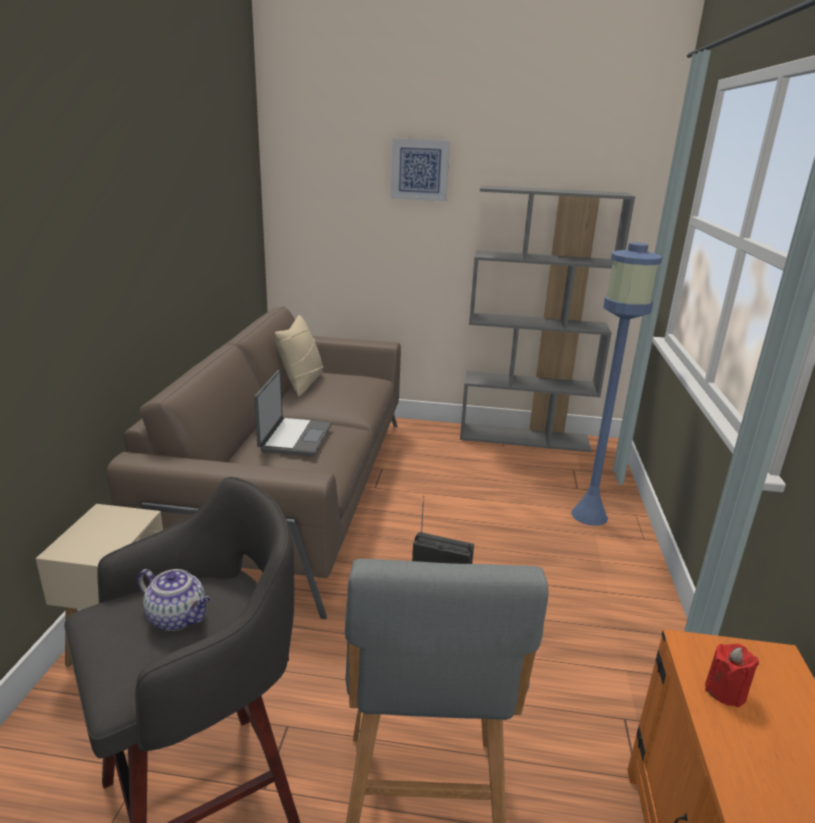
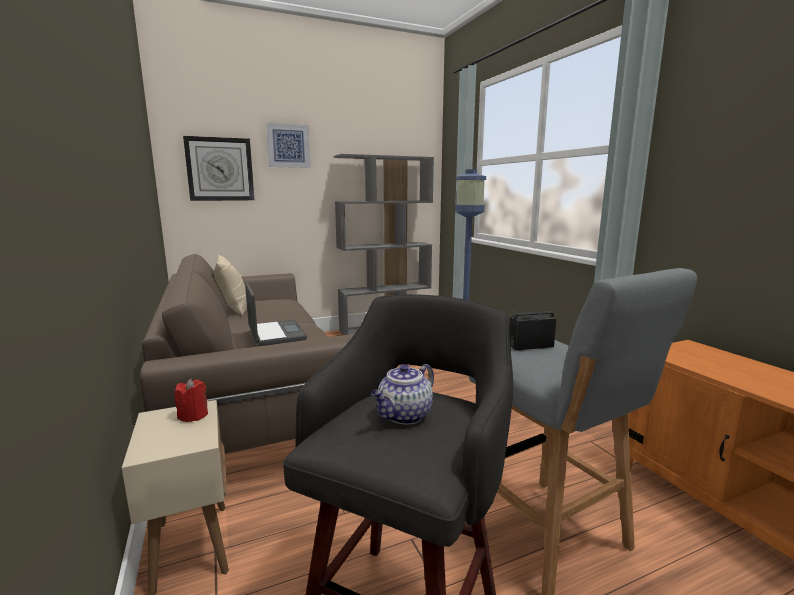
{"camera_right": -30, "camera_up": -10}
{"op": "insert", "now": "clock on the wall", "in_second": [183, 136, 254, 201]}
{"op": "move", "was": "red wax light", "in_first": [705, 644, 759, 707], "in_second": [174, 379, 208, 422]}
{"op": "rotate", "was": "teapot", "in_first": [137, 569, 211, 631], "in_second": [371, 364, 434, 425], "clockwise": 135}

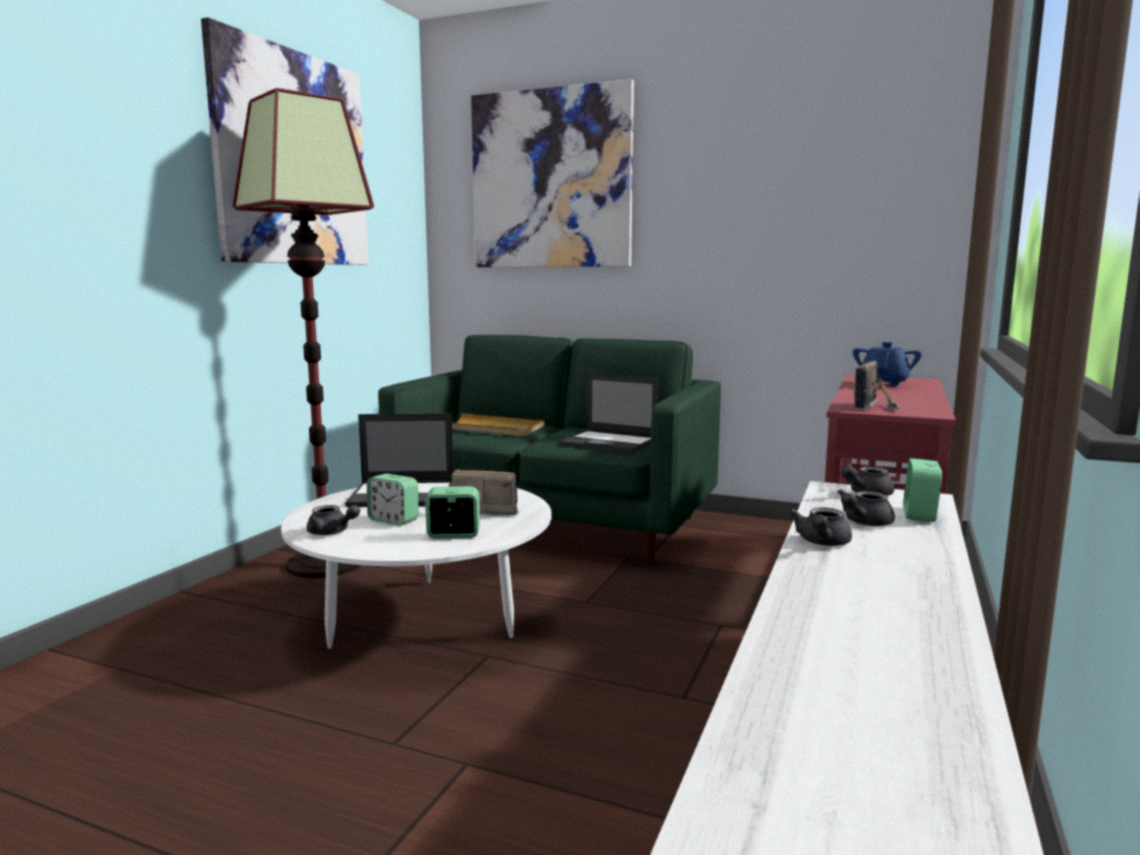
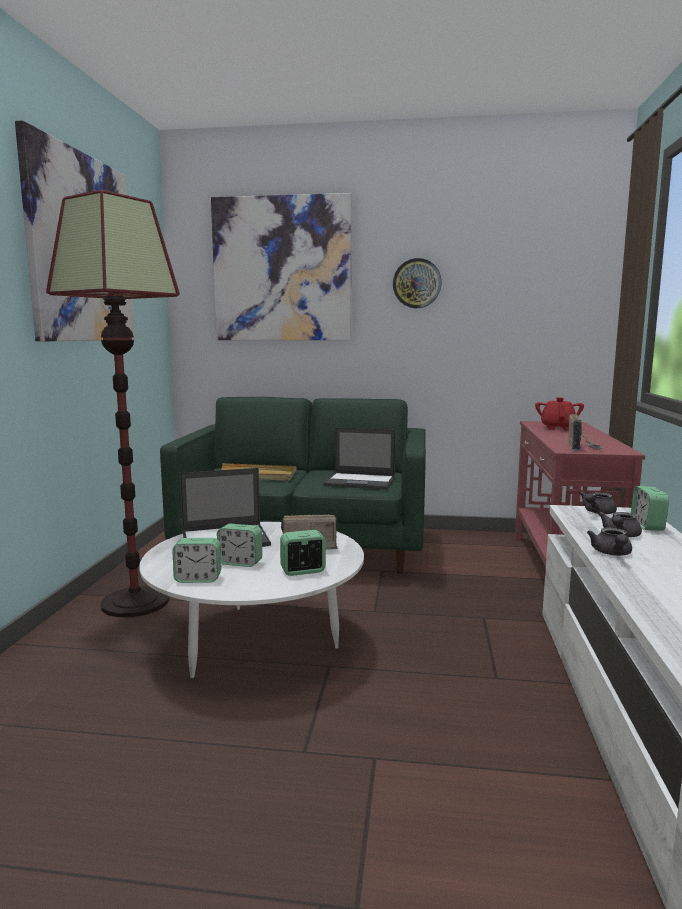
{"camera_right": -15, "camera_up": 0}
{"op": "insert", "now": "clock on the wall", "in_second": [393, 258, 442, 308]}
{"op": "replace", "was": "grey teapot", "now": "table clock", "in_first": [307, 505, 360, 535], "in_second": [172, 538, 221, 583]}
{"op": "recolor", "was": "blue teapot", "now": "red teapot", "in_first": [853, 342, 922, 387], "in_second": [535, 397, 584, 430]}

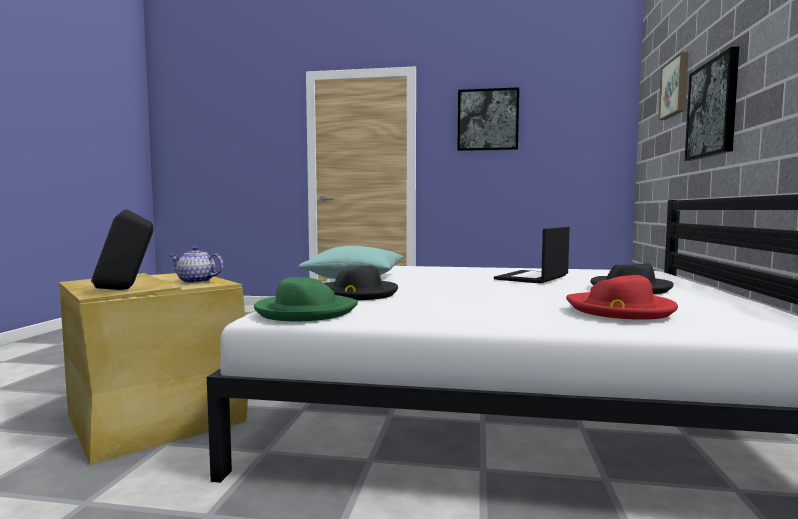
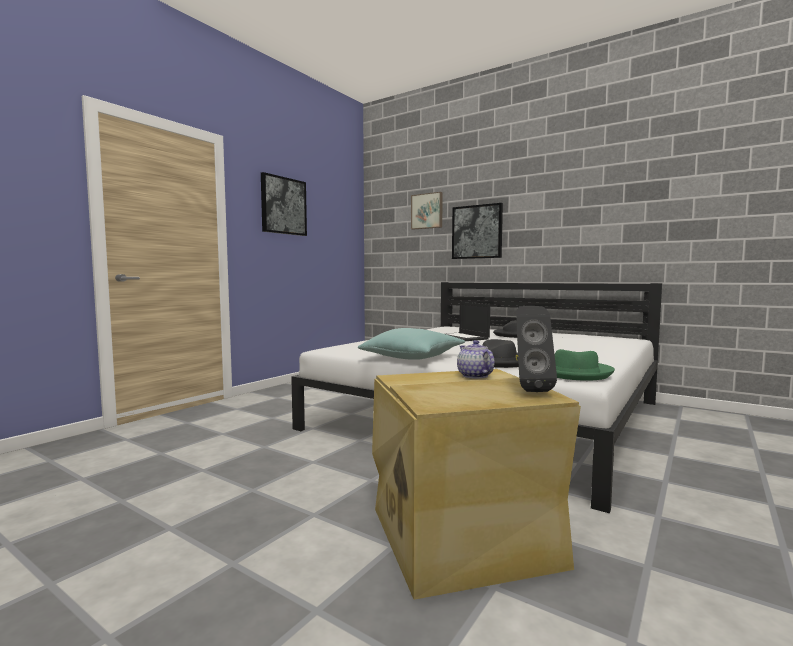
{"camera_right": -65, "camera_up": 0}
{"op": "delete", "was": "red clothing hat", "in_first": [566, 275, 678, 320]}
{"op": "rotate", "was": "teapot", "in_first": [169, 247, 223, 283], "in_second": [457, 340, 495, 379], "clockwise": 120}

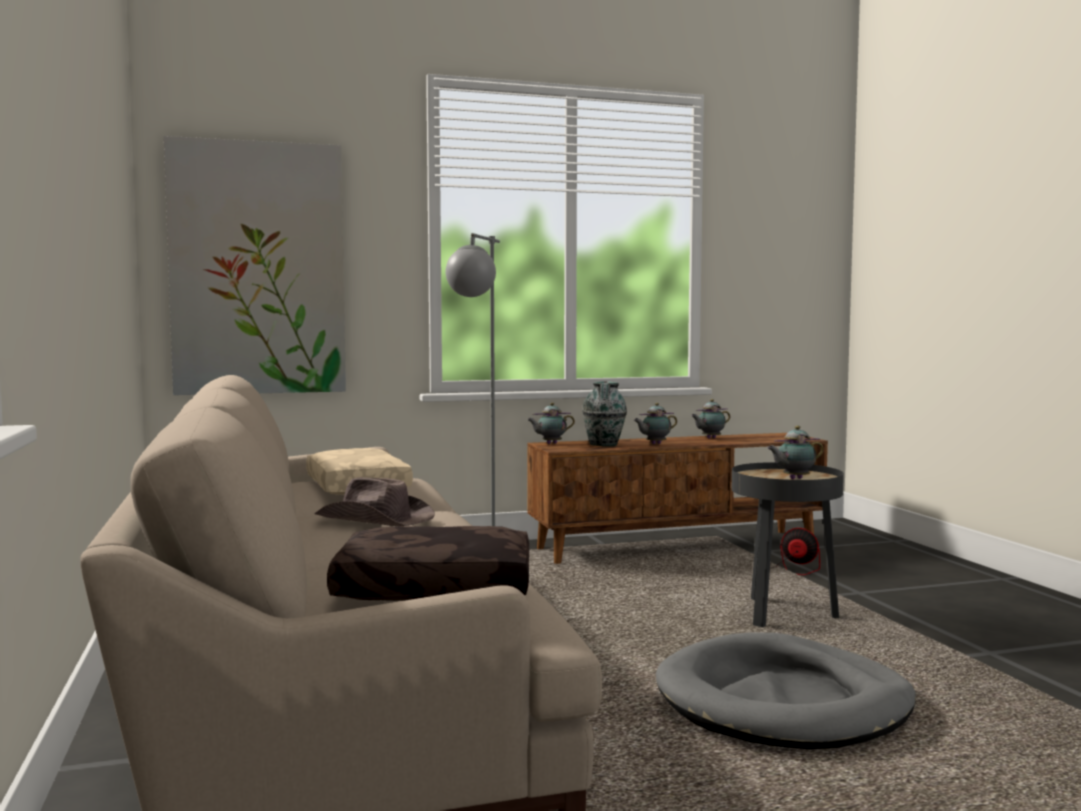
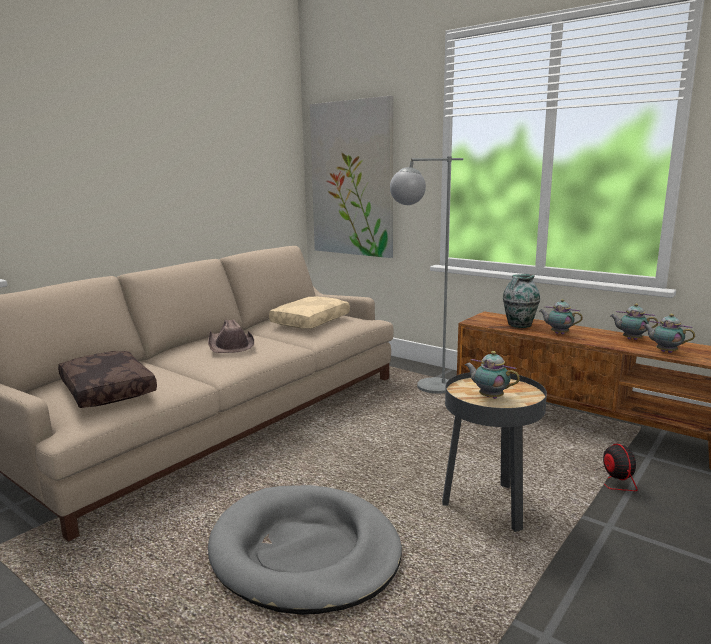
{"camera_right": 55, "camera_up": 10}
{"op": "move", "was": "teapot", "in_first": [527, 403, 575, 444], "in_second": [643, 314, 695, 353]}

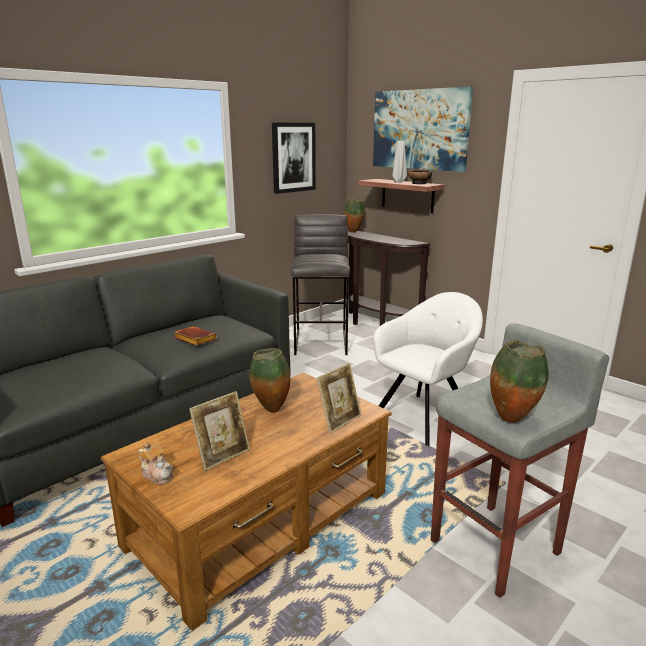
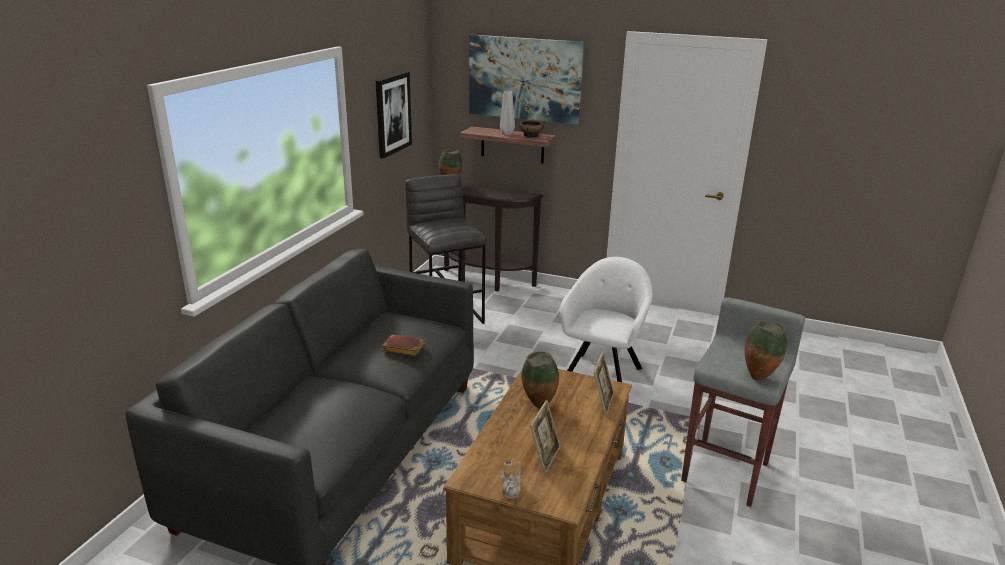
{"camera_right": -25, "camera_up": 5}
{"op": "rotate", "was": "teapot", "in_first": [138, 441, 174, 485], "in_second": [502, 457, 523, 499], "clockwise": 75}

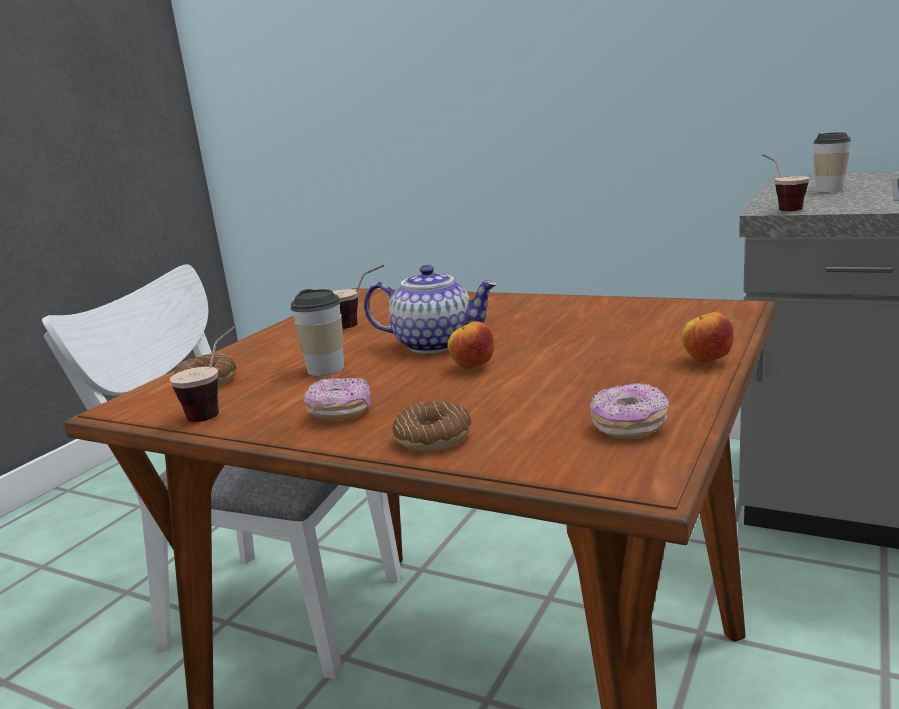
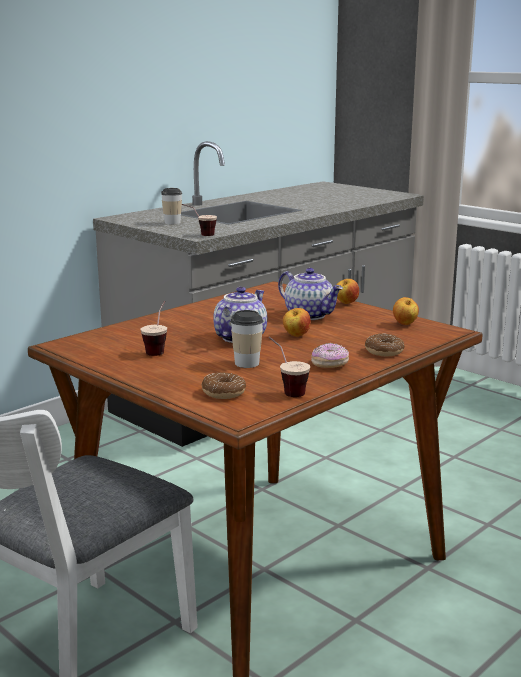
{"camera_right": -75, "camera_up": 0}
{"op": "insert", "now": "teapot", "in_second": [278, 268, 343, 320]}
{"op": "replace", "was": "doughnut", "now": "apple", "in_first": [590, 383, 669, 439], "in_second": [393, 297, 419, 325]}

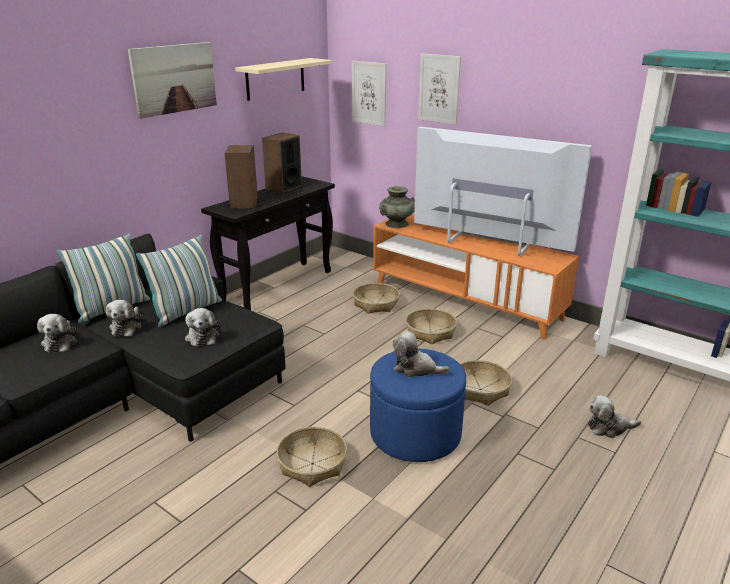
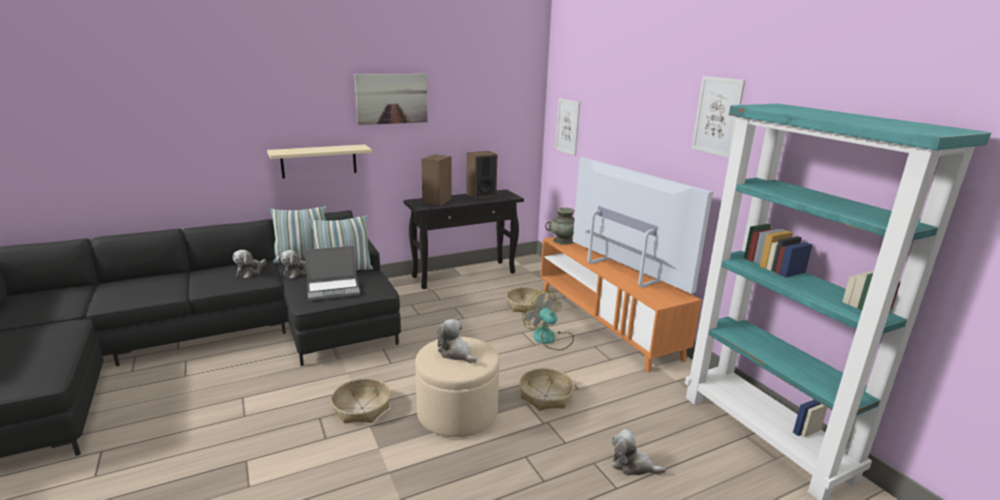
{"camera_right": 25, "camera_up": -5}
{"op": "move", "was": "beige bracket shelf", "in_first": [235, 58, 332, 101], "in_second": [267, 144, 372, 178]}
{"op": "move", "was": "wall art", "in_first": [418, 53, 461, 125], "in_second": [691, 76, 745, 158]}
{"op": "replace", "was": "soft toy", "now": "notebook computer", "in_first": [185, 308, 221, 347], "in_second": [304, 246, 360, 301]}
{"op": "replace", "was": "storage basket", "now": "cooling fan", "in_first": [406, 308, 457, 344], "in_second": [522, 291, 574, 350]}
{"op": "recolor", "was": "blue ottoman", "now": "beige ottoman", "in_first": [370, 348, 466, 462], "in_second": [415, 337, 499, 437]}

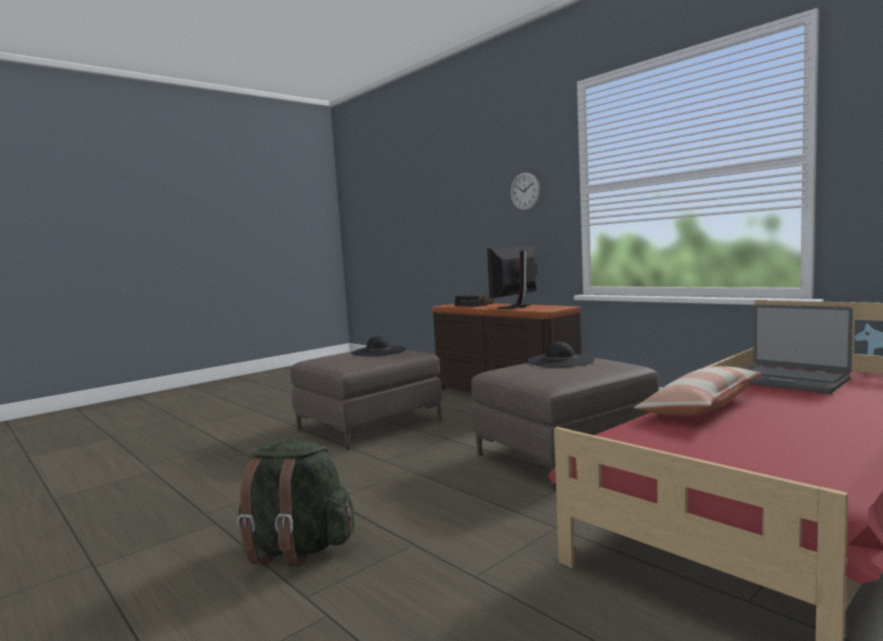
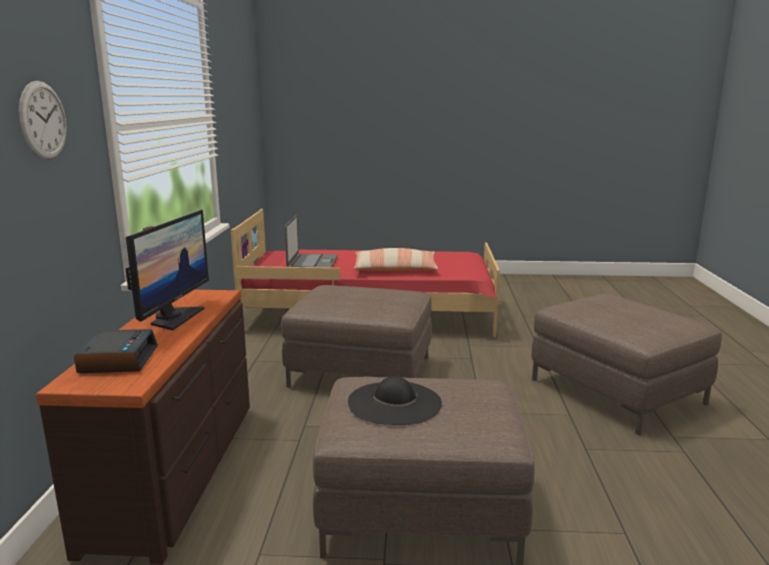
{"camera_right": -135, "camera_up": 10}
{"op": "delete", "was": "black clothing hat", "in_first": [527, 342, 595, 368]}
{"op": "replace", "was": "green-coloured backpack", "now": "brownish ottoman", "in_first": [237, 440, 355, 566], "in_second": [531, 294, 722, 435]}
{"op": "rotate", "was": "computer display", "in_first": [487, 246, 538, 309], "in_second": [126, 210, 209, 330], "clockwise": -75}

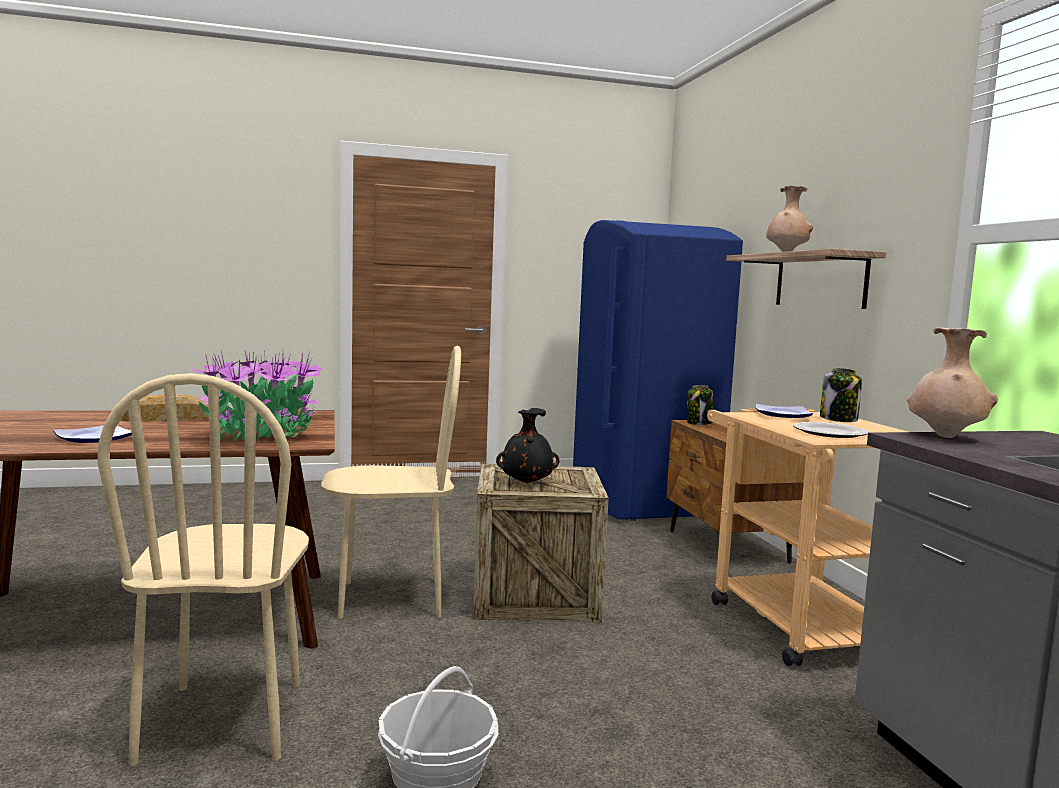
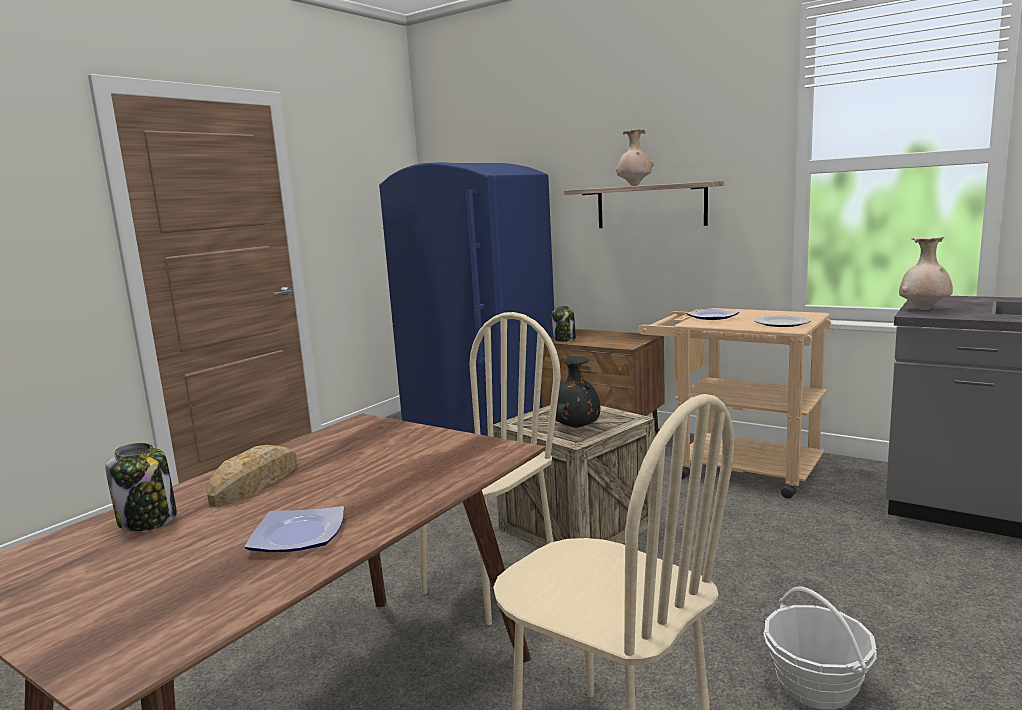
{"camera_right": -40, "camera_up": 5}
{"op": "delete", "was": "potted plant", "in_first": [191, 350, 322, 443]}
{"op": "move", "was": "jar", "in_first": [820, 368, 862, 422], "in_second": [105, 442, 177, 531]}

